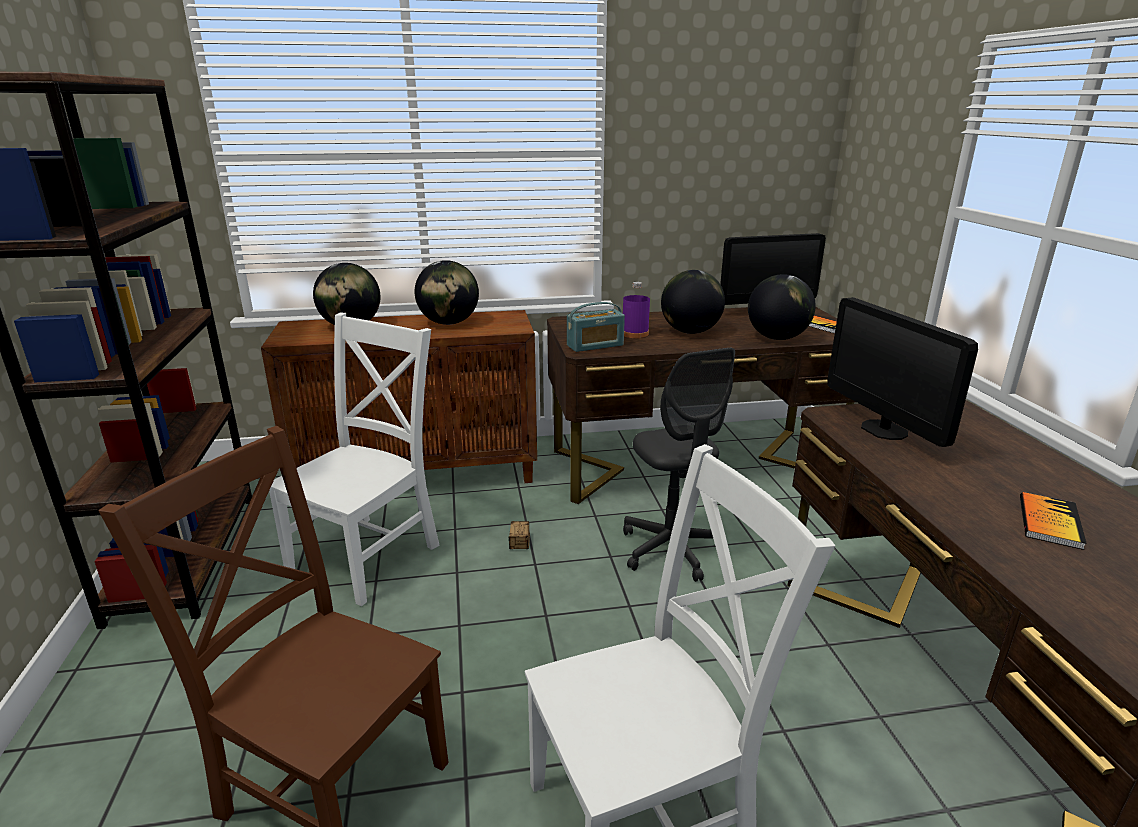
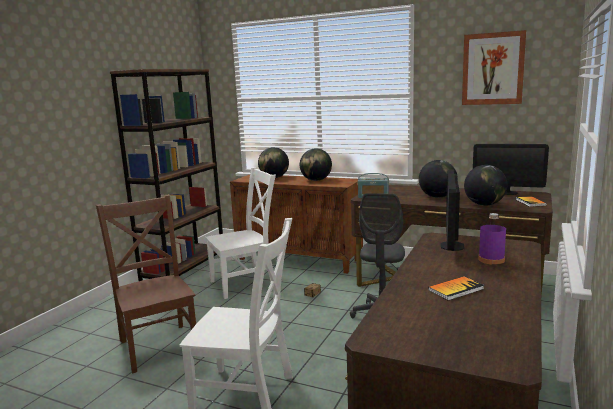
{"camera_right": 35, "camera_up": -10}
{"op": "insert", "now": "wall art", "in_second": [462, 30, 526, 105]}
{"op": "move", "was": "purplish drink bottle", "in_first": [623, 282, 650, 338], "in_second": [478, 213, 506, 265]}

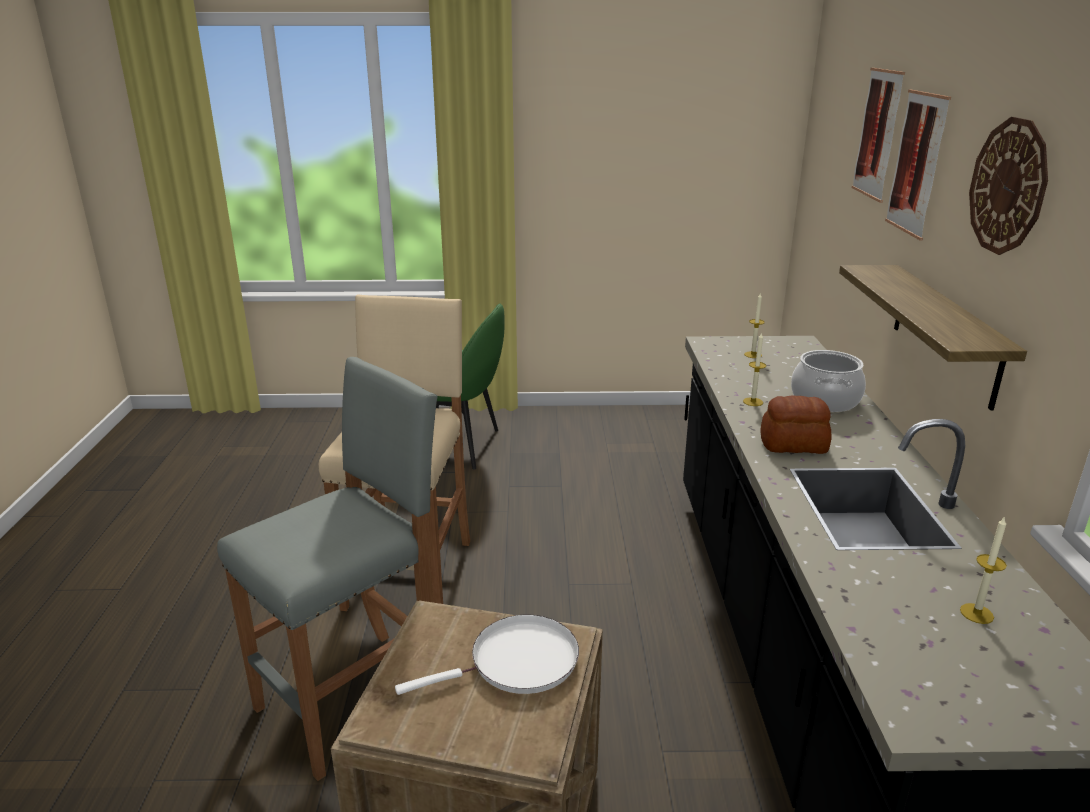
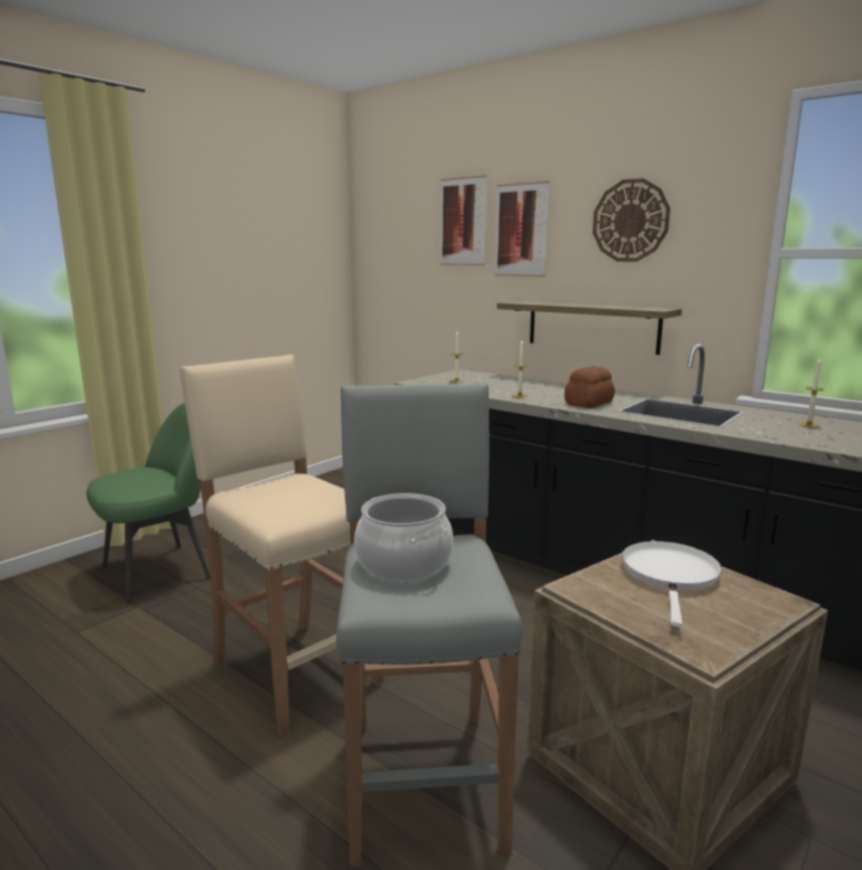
{"camera_right": -50, "camera_up": -10}
{"op": "move", "was": "stockpot", "in_first": [791, 350, 866, 412], "in_second": [354, 493, 453, 582]}

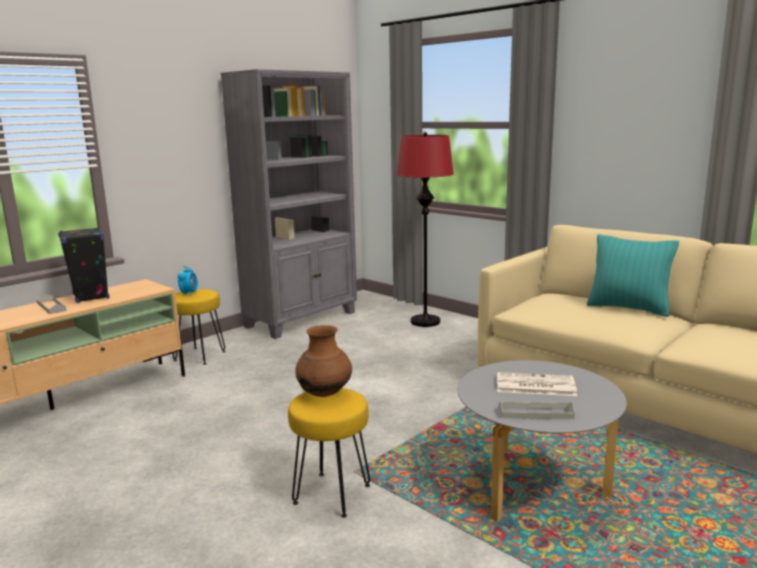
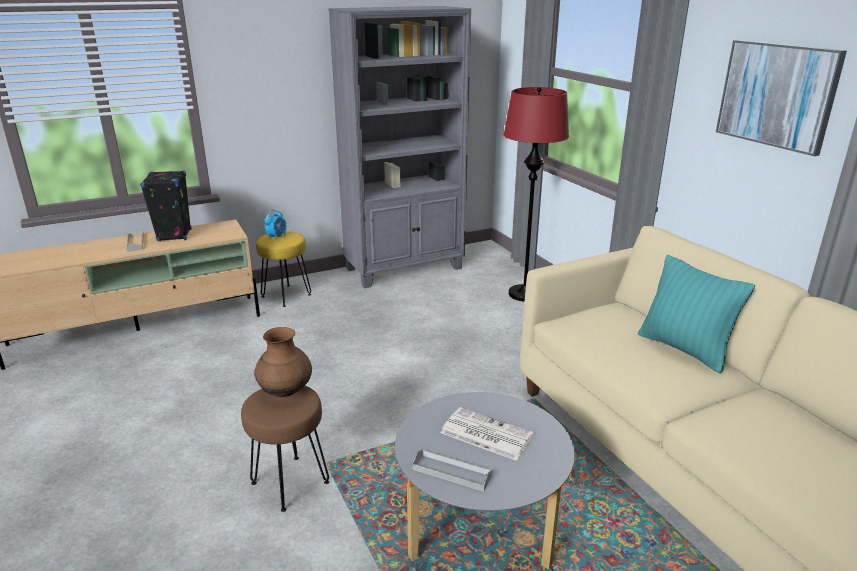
{"camera_right": 20, "camera_up": 10}
{"op": "insert", "now": "wall art", "in_second": [716, 40, 847, 156]}
{"op": "recolor", "was": "yellowish stool seat", "now": "brownish stool seat", "in_first": [288, 388, 370, 518], "in_second": [241, 386, 329, 512]}

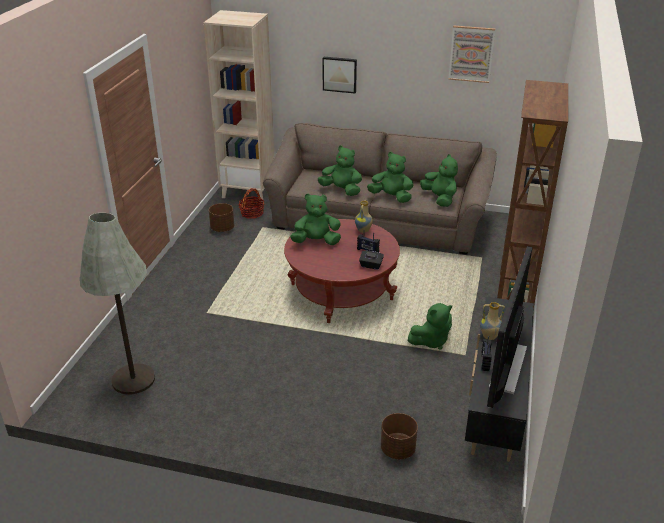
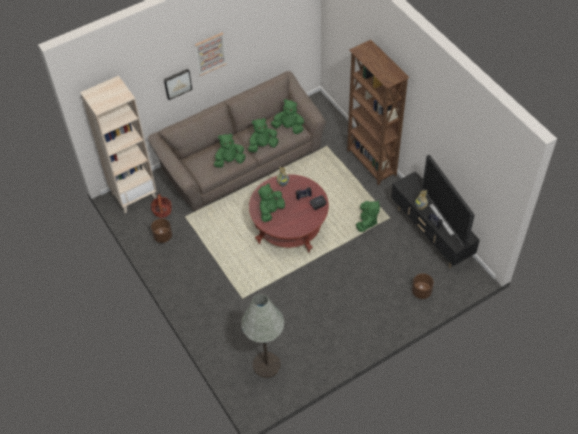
{"camera_right": -45, "camera_up": 20}
{"op": "move", "was": "wall art", "in_first": [448, 25, 495, 83], "in_second": [195, 33, 227, 76]}

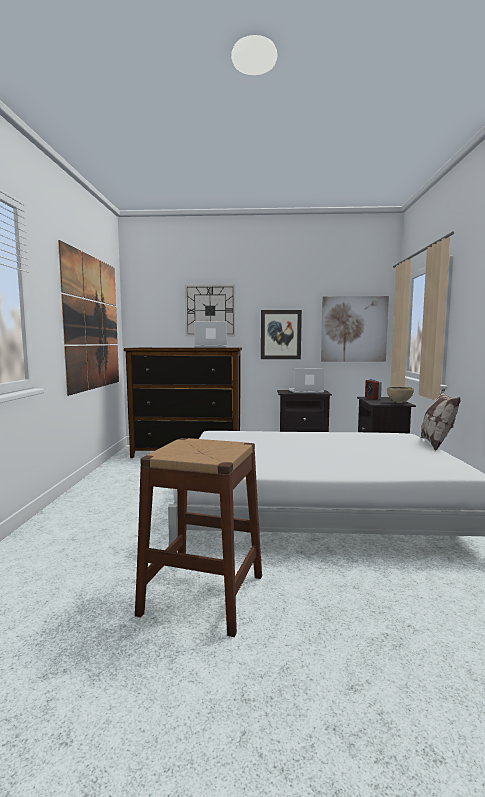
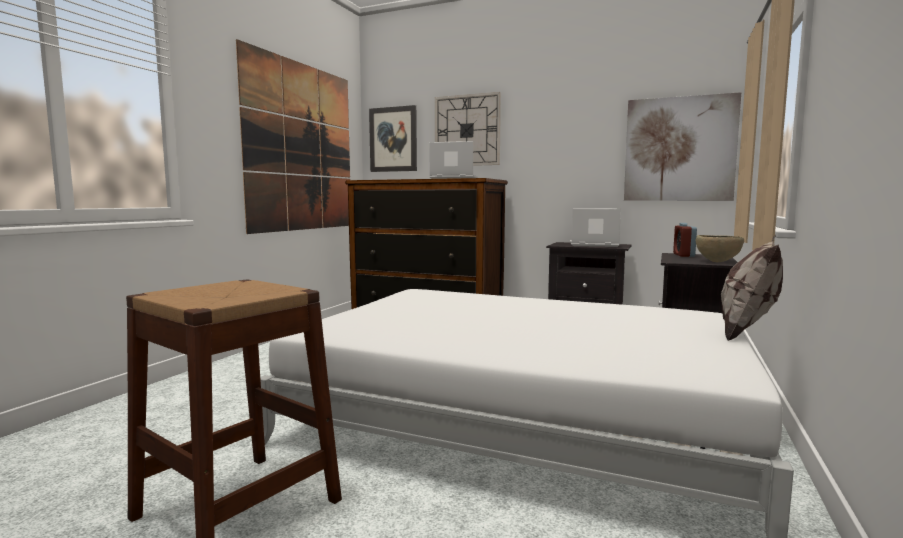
{"camera_right": 20, "camera_up": 0}
{"op": "move", "was": "wall art", "in_first": [261, 310, 302, 359], "in_second": [369, 105, 417, 172]}

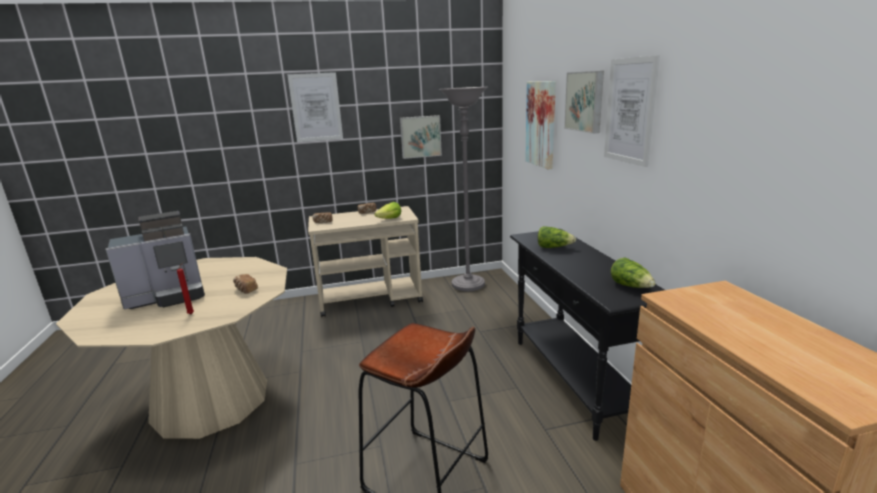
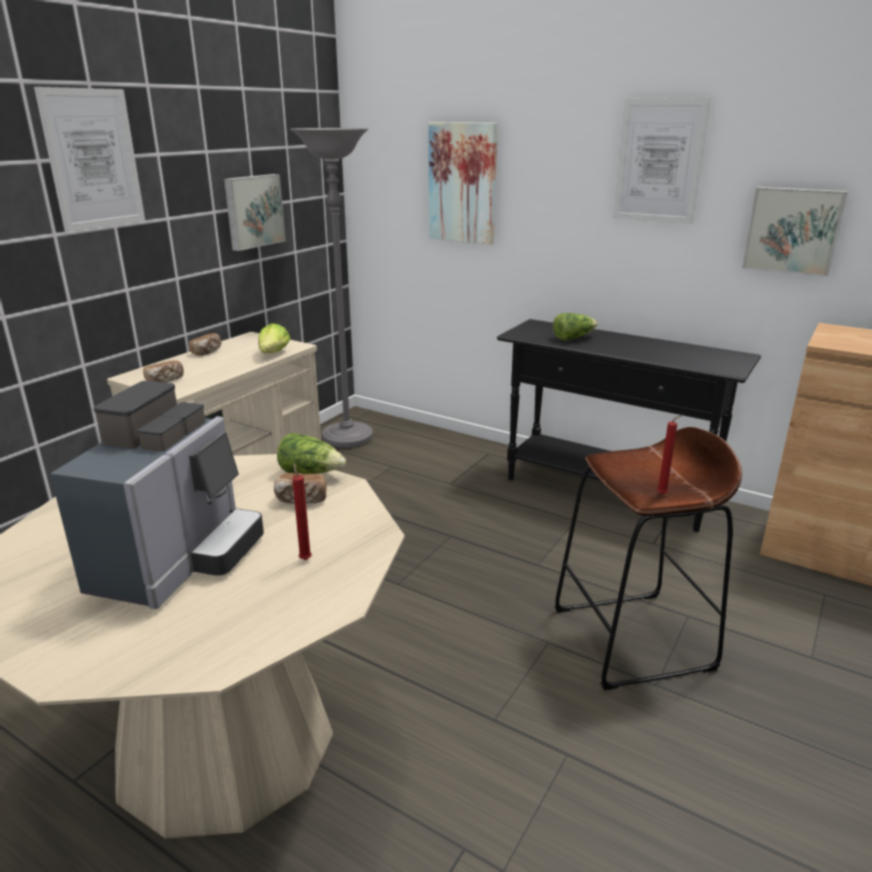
{"camera_right": -45, "camera_up": 5}
{"op": "insert", "now": "red wax light", "in_second": [657, 415, 683, 494]}
{"op": "move", "was": "wall art", "in_first": [564, 71, 604, 134], "in_second": [742, 187, 848, 277]}
{"op": "move", "was": "head of lettuce", "in_first": [611, 258, 656, 288], "in_second": [277, 433, 346, 474]}

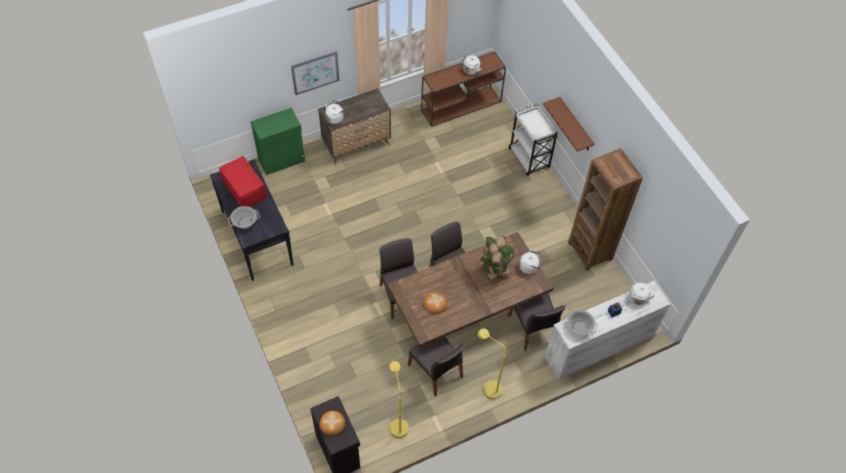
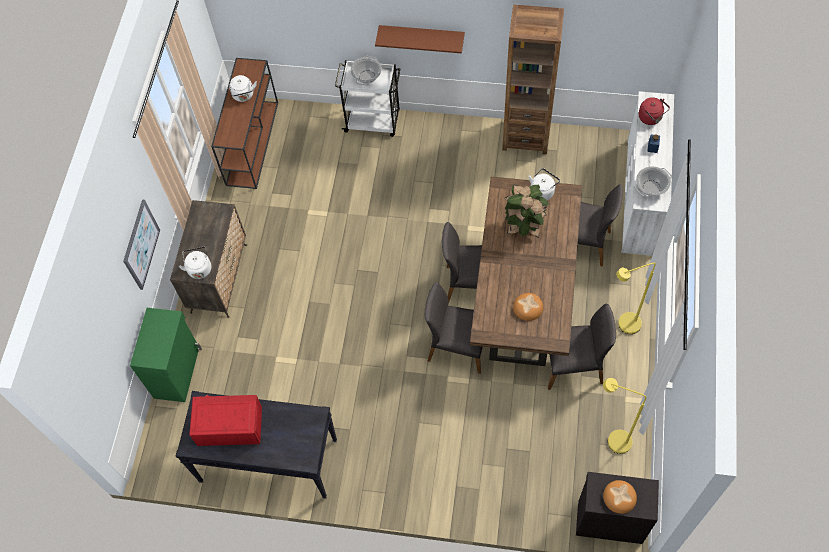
{"camera_right": -50, "camera_up": 5}
{"op": "move", "was": "stockpot", "in_first": [228, 206, 260, 229], "in_second": [351, 56, 382, 86]}
{"op": "recolor", "was": "white water kettle", "now": "red water kettle", "in_first": [629, 283, 655, 305], "in_second": [639, 97, 670, 125]}

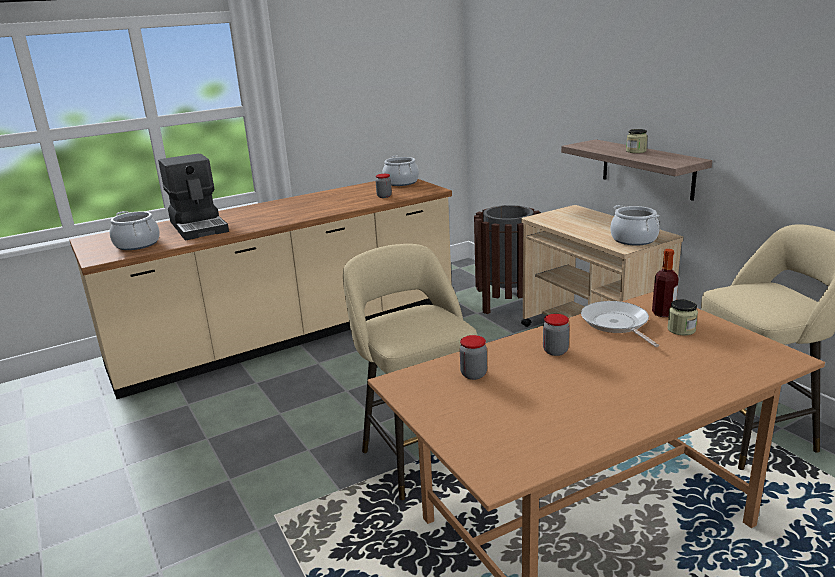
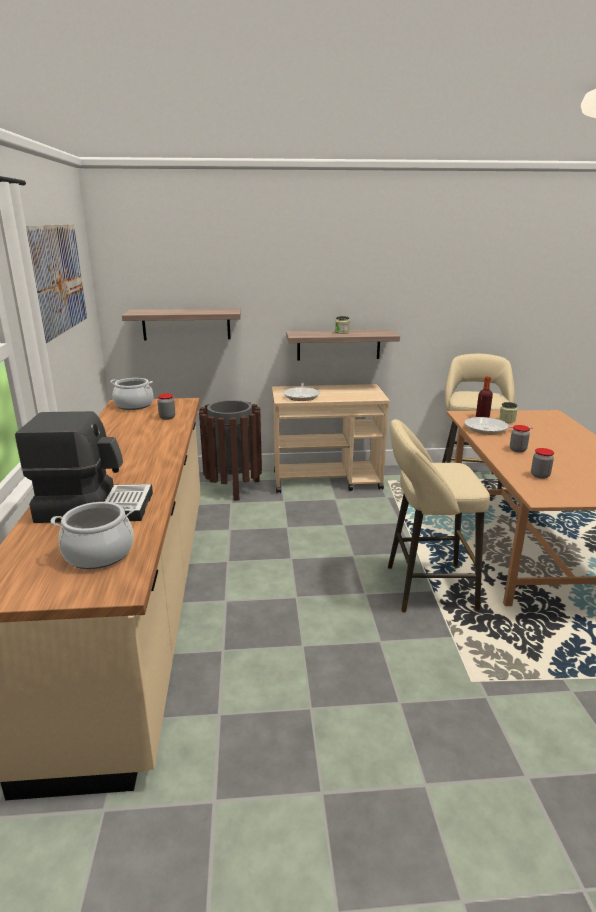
{"camera_right": -65, "camera_up": 0}
{"op": "delete", "was": "stockpot", "in_first": [610, 205, 660, 246]}
{"op": "insert", "now": "wall art", "in_second": [26, 224, 87, 343]}
{"op": "insert", "now": "bracket shelf", "in_second": [122, 308, 241, 341]}
{"op": "insert", "now": "skillet", "in_second": [283, 383, 320, 401]}

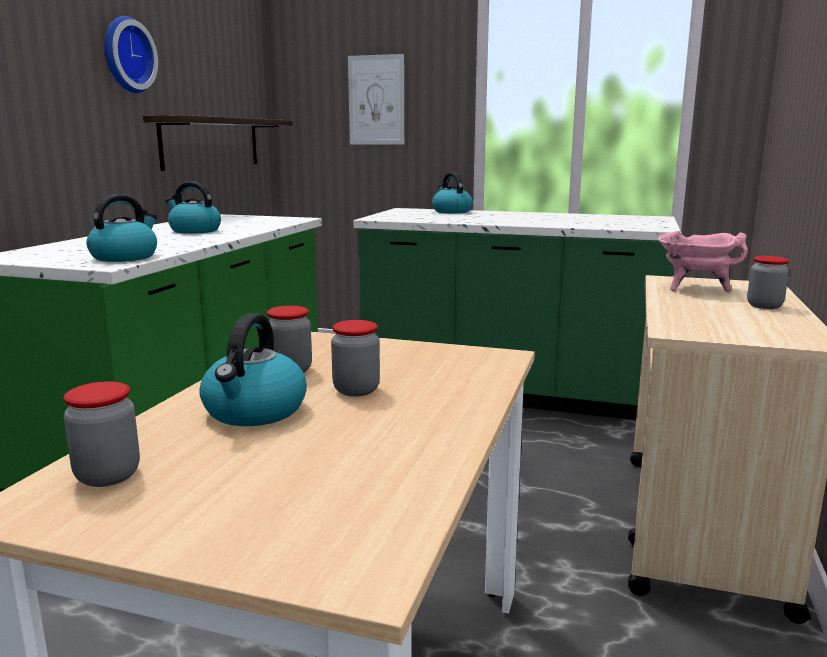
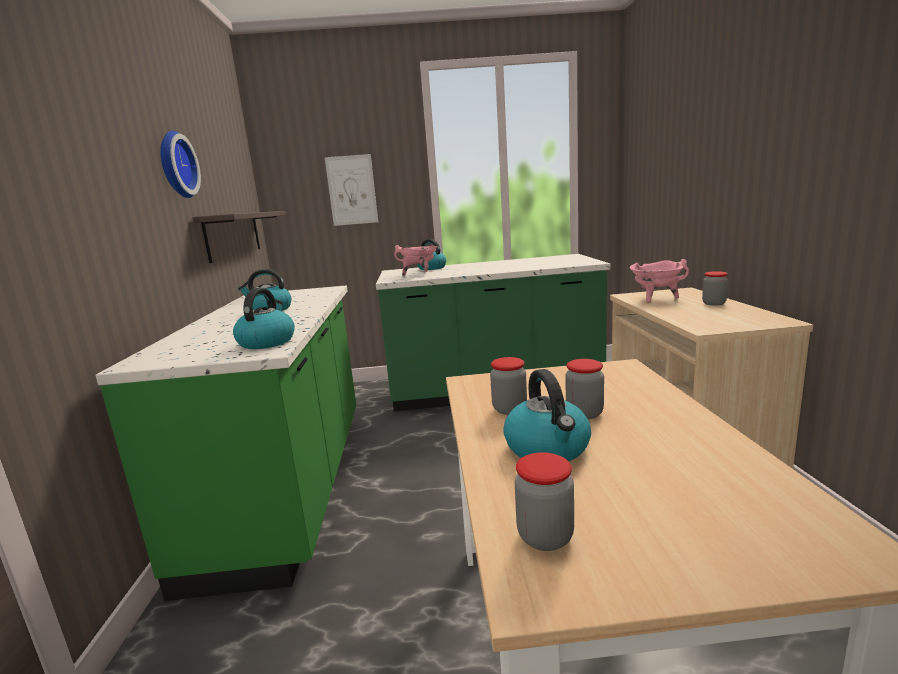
{"camera_right": -20, "camera_up": 0}
{"op": "insert", "now": "pinkish stockpot", "in_second": [394, 245, 437, 276]}

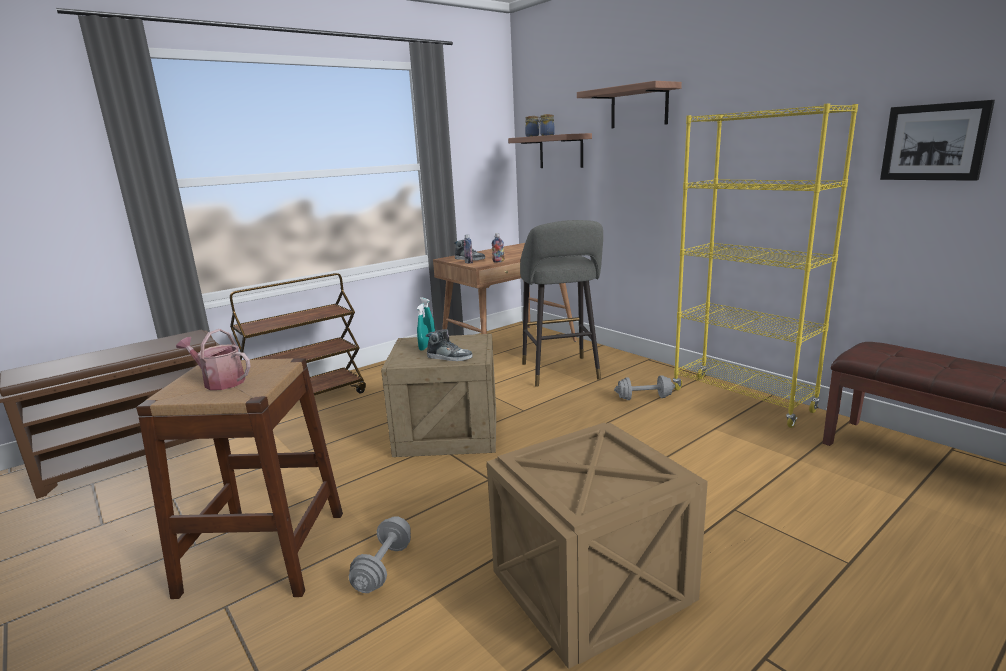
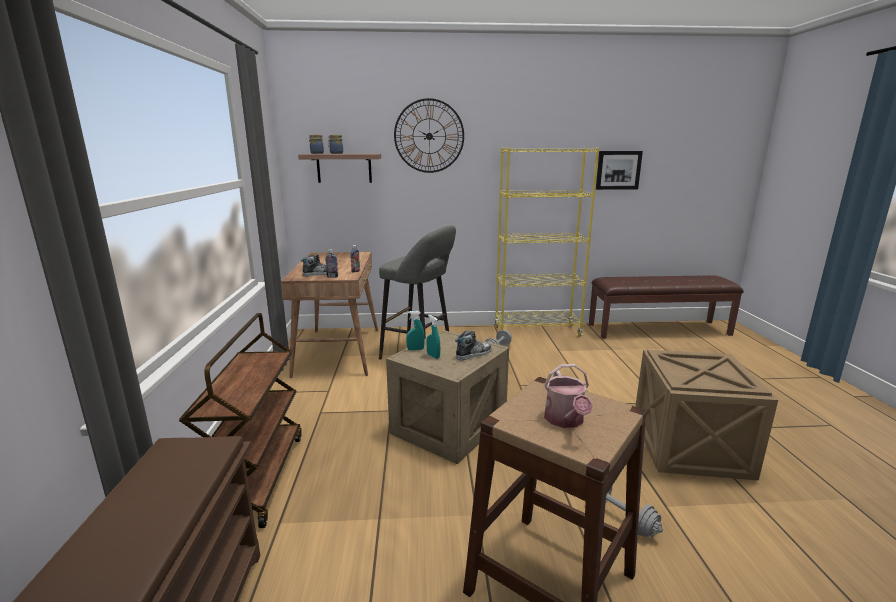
{"camera_right": -55, "camera_up": 0}
{"op": "replace", "was": "bracket shelf", "now": "clock on the wall", "in_first": [577, 81, 682, 129], "in_second": [394, 98, 464, 173]}
{"op": "rotate", "was": "sprinkling can", "in_first": [176, 329, 251, 390], "in_second": [544, 364, 593, 428], "clockwise": -60}

